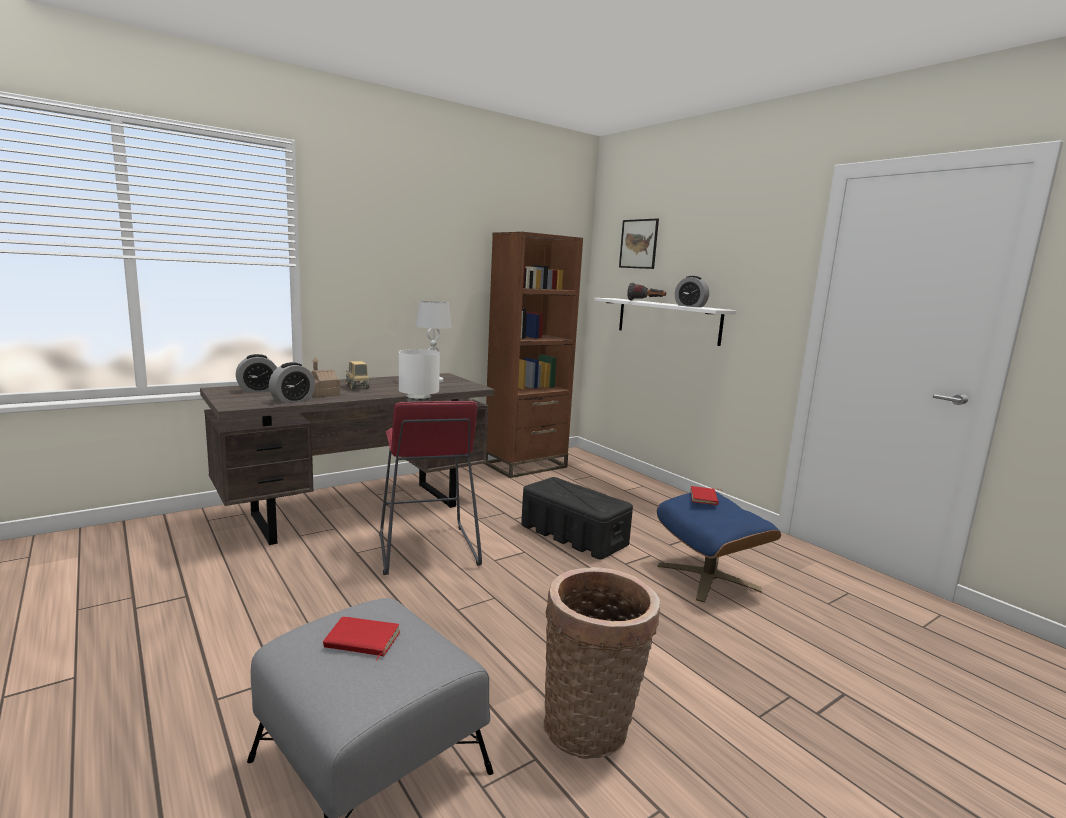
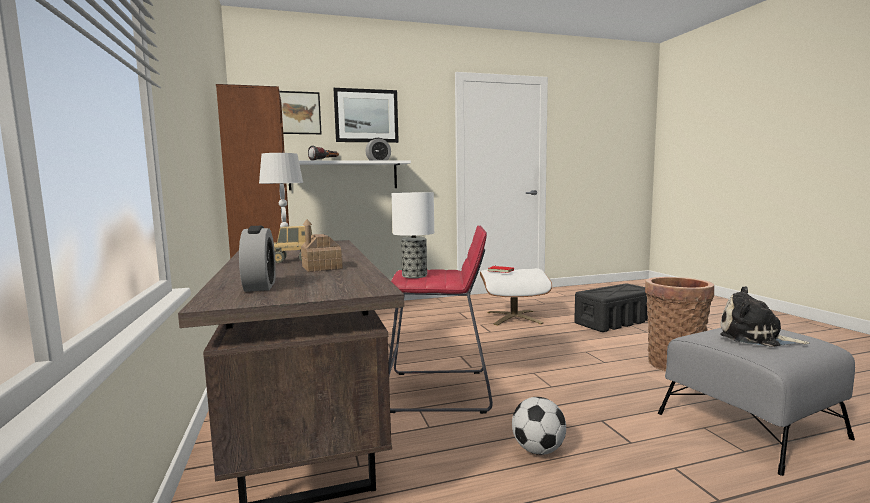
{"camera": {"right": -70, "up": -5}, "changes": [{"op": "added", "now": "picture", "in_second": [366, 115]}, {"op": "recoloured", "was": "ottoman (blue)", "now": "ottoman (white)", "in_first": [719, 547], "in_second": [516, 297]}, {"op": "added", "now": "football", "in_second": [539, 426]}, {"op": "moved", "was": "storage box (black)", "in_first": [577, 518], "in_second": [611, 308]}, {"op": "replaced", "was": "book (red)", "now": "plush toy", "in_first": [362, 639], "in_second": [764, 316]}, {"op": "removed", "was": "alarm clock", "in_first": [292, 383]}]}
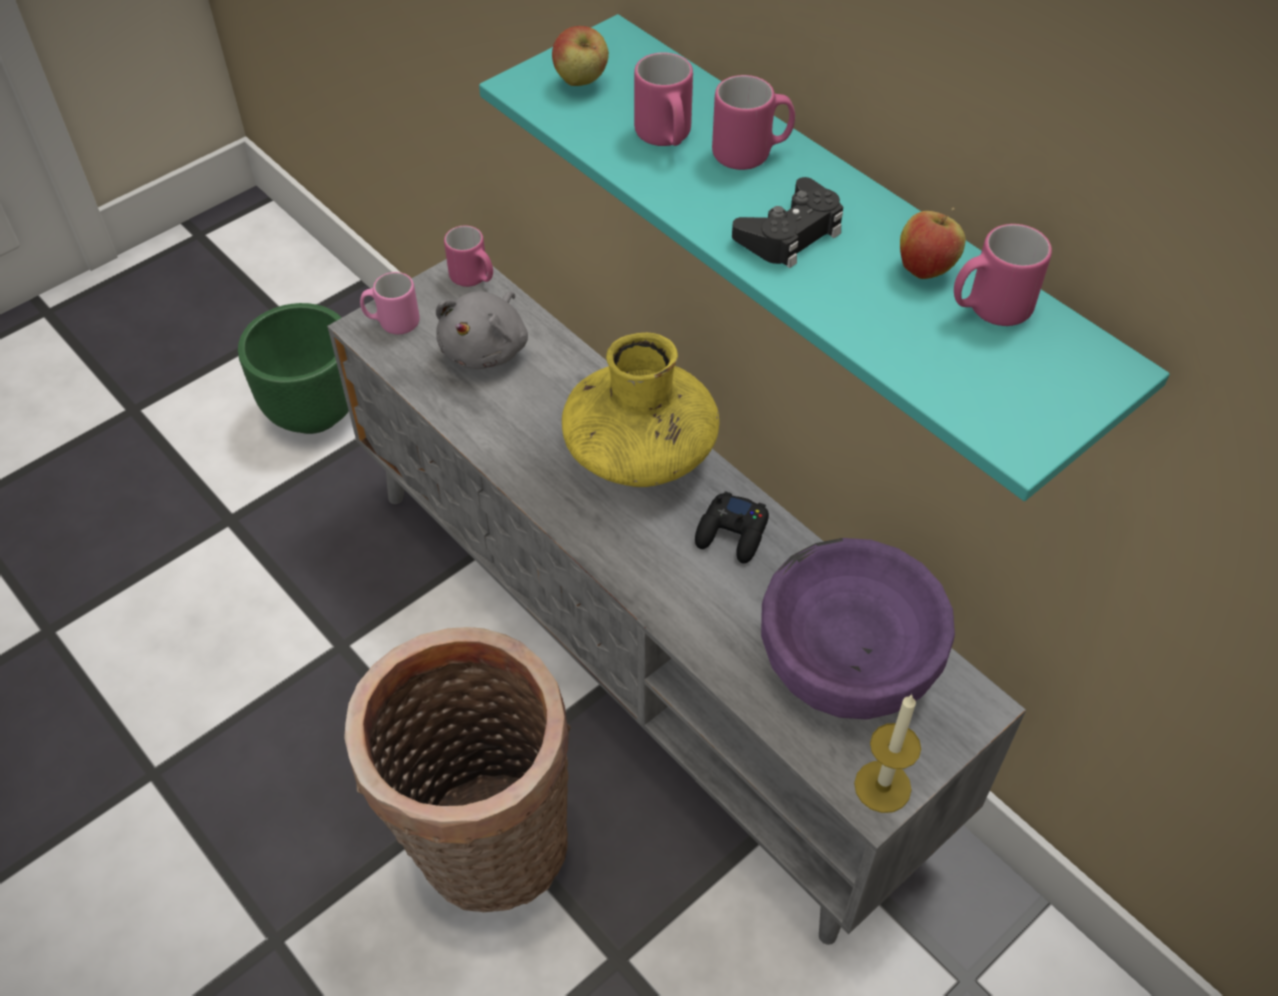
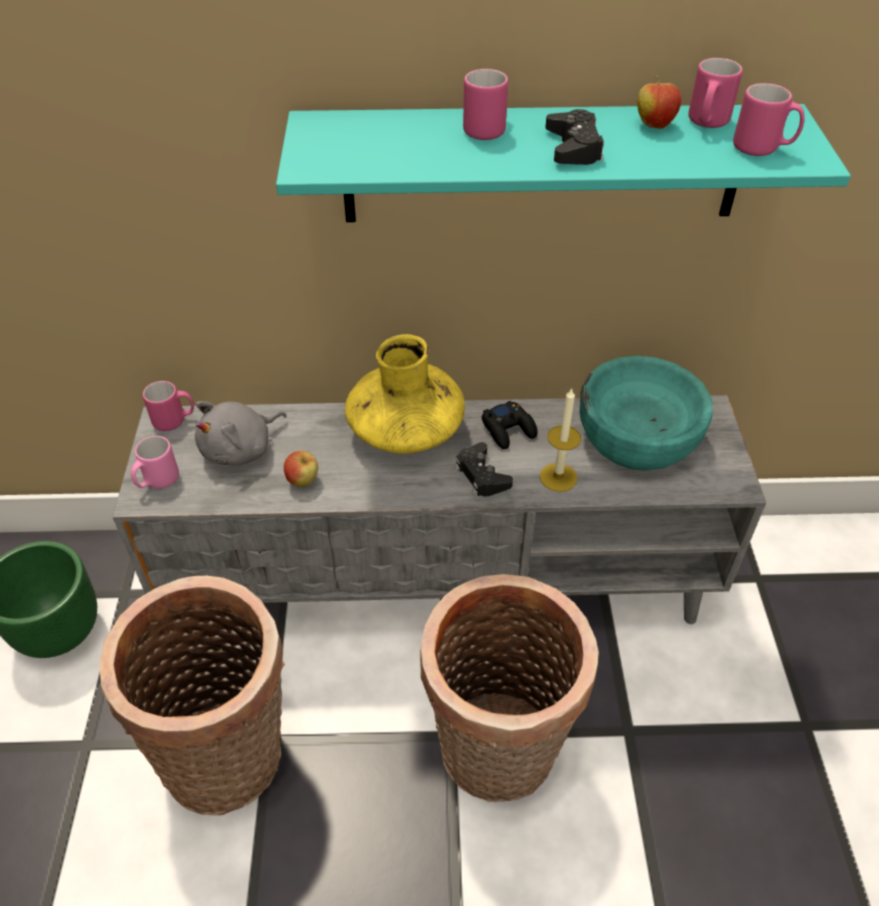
{"camera": {"right": -50, "up": -5}, "changes": [{"op": "added", "now": "basket", "in_second": [192, 695]}, {"op": "turned", "was": "plush toy (grey)", "in_first": [482, 330], "in_second": [241, 433], "clockwise": 75}, {"op": "moved", "was": "apple", "in_first": [580, 56], "in_second": [301, 468]}, {"op": "added", "now": "game controller (black)", "in_second": [484, 469]}, {"op": "moved", "was": "candle", "in_first": [887, 753], "in_second": [560, 439]}, {"op": "recoloured", "was": "bowl (purple)", "now": "bowl (turquoise)", "in_first": [858, 629], "in_second": [646, 413]}, {"op": "moved", "was": "mug (pink)", "in_first": [663, 99], "in_second": [769, 119]}]}
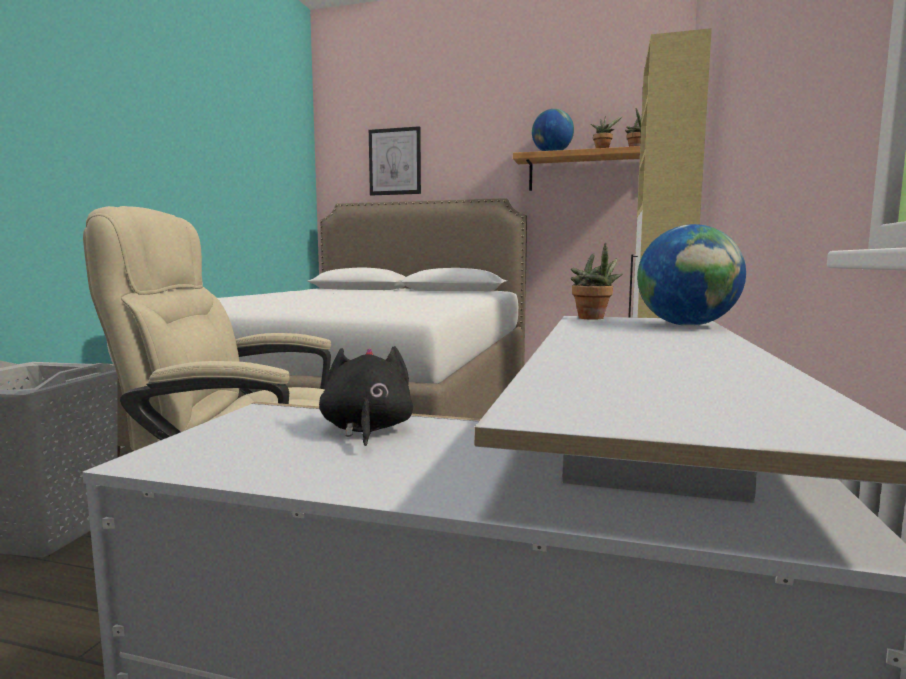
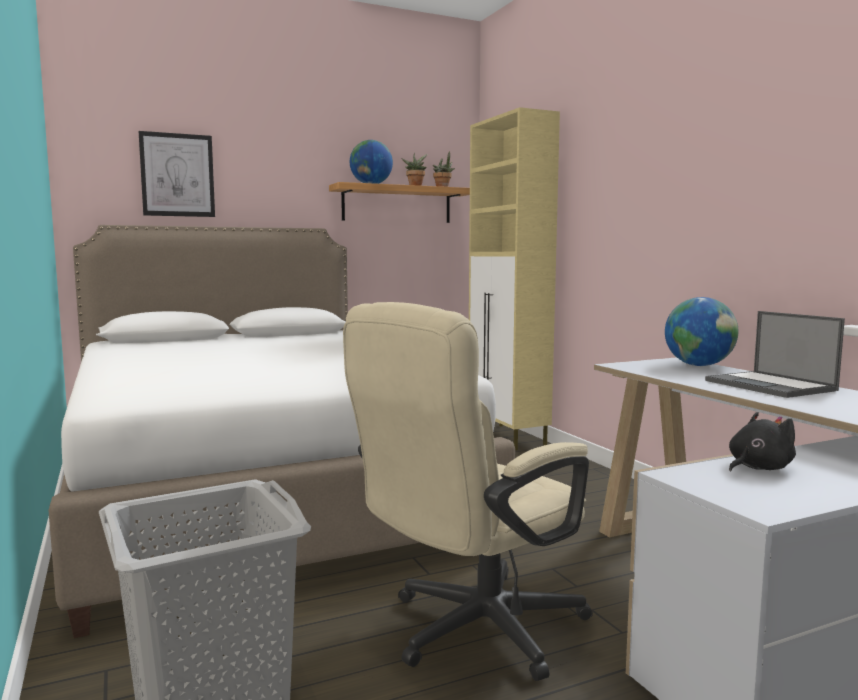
{"camera": {"right": -40, "up": 0}, "changes": [{"op": "added", "now": "laptop", "in_second": [775, 354]}, {"op": "turned", "was": "plush toy (black)", "in_first": [366, 396], "in_second": [762, 442], "clockwise": 105}, {"op": "removed", "was": "potted plant", "in_first": [596, 281]}]}
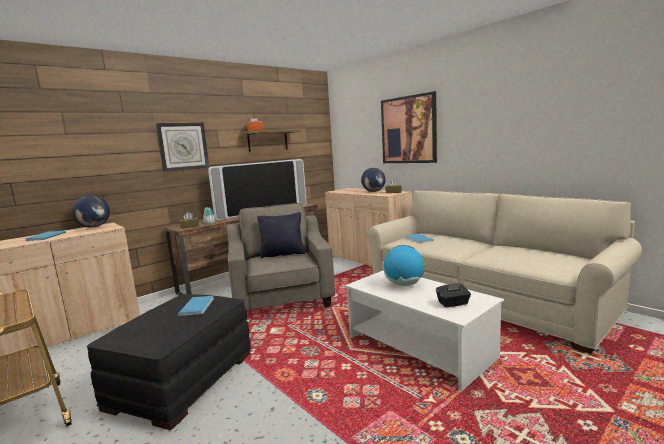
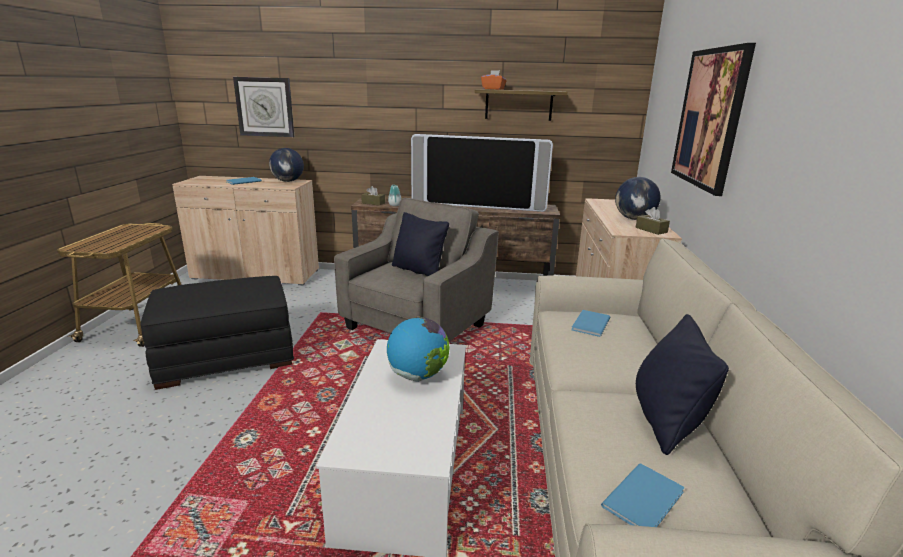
{"camera": {"right": 45, "up": 10}, "changes": [{"op": "moved", "was": "wall clock", "in_first": [182, 147], "in_second": [264, 107]}, {"op": "moved", "was": "book (blue)", "in_first": [196, 306], "in_second": [642, 495]}, {"op": "added", "now": "pillow (black)", "in_second": [682, 384]}, {"op": "removed", "was": "tissue box (black)", "in_first": [453, 295]}]}
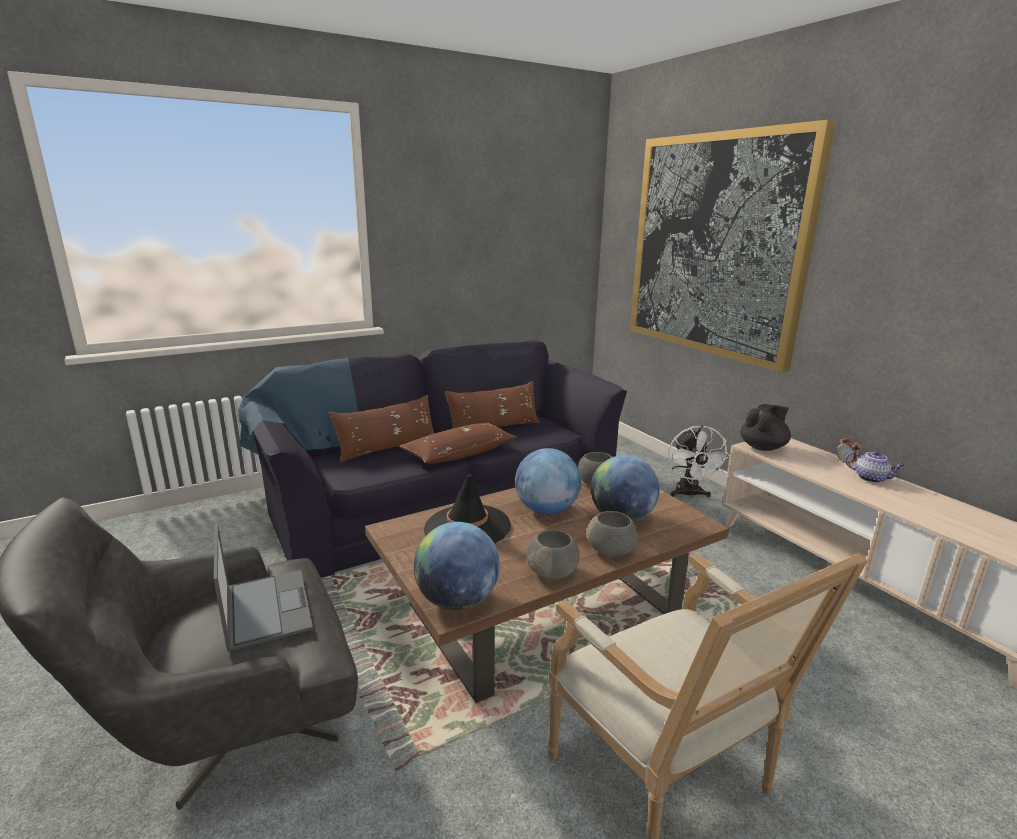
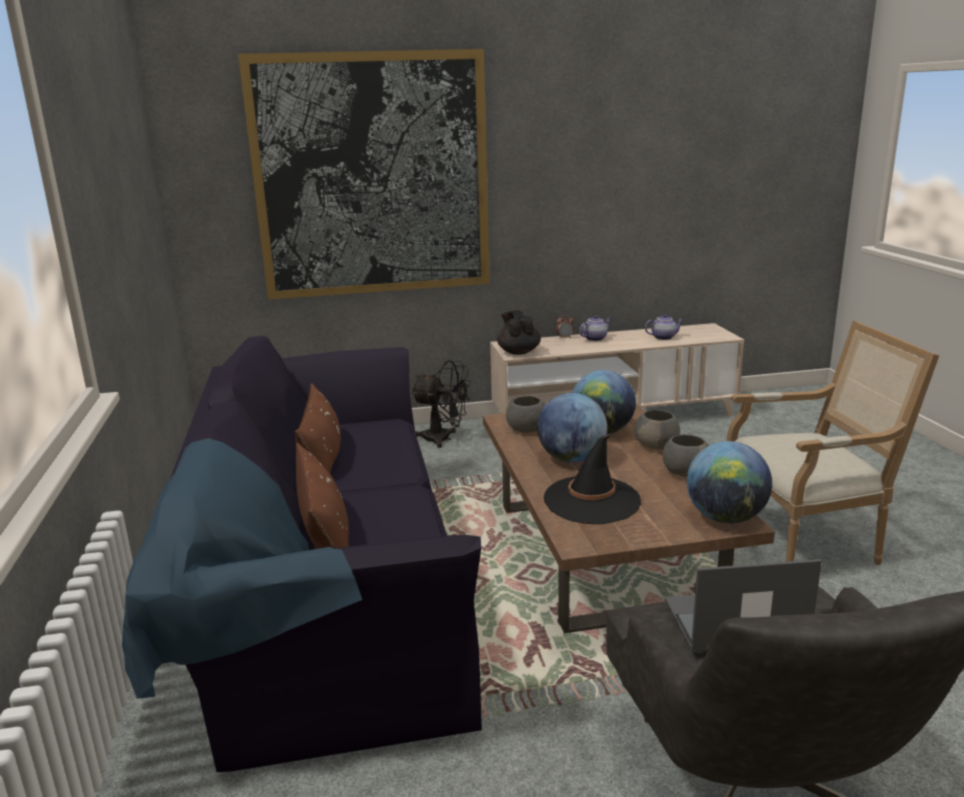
{"camera": {"right": -70, "up": 0}, "changes": [{"op": "recoloured", "was": "fan (white)", "now": "fan (black)", "in_first": [699, 461], "in_second": [441, 404]}, {"op": "added", "now": "teapot", "in_second": [664, 327]}, {"op": "removed", "was": "pillow (brown)", "in_first": [458, 443]}]}
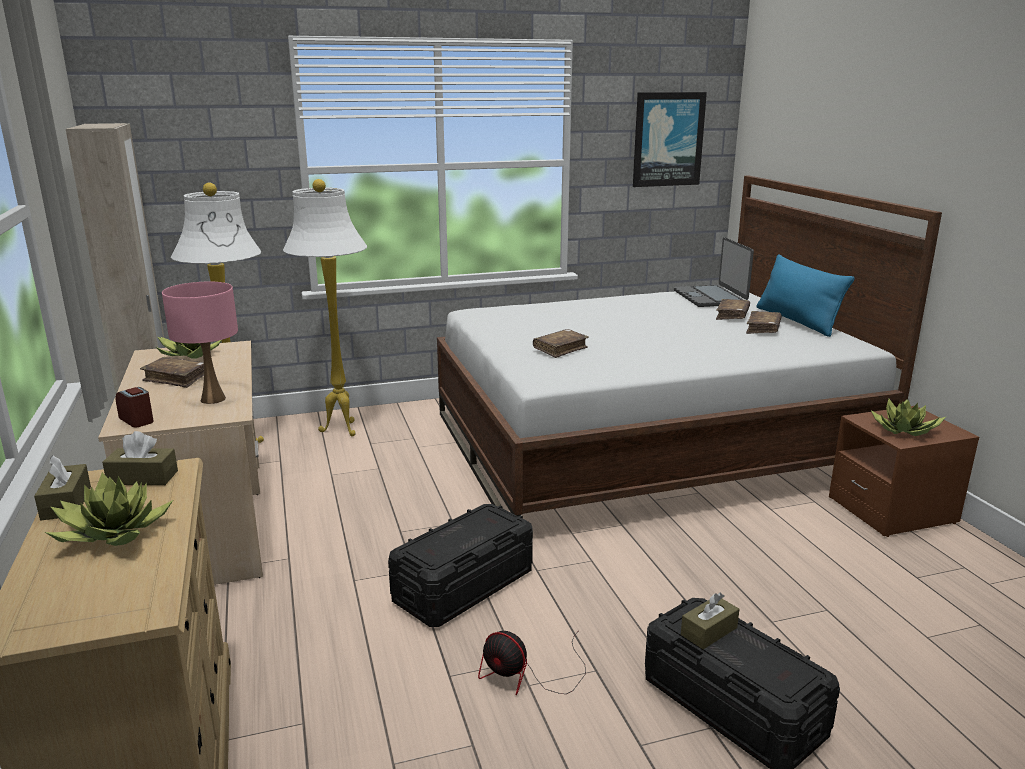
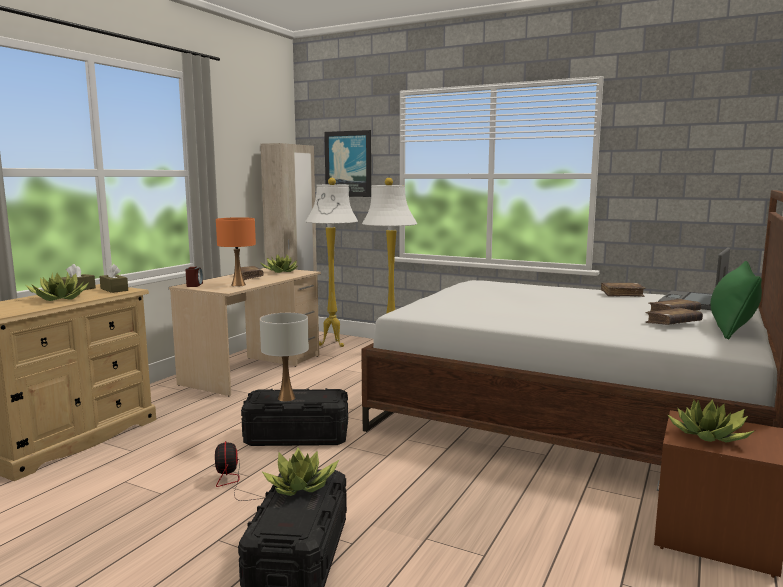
{"camera": {"right": 45, "up": -10}, "changes": [{"op": "recoloured", "was": "table lamp (pink)", "now": "table lamp (orange)", "in_first": [200, 343], "in_second": [236, 252]}, {"op": "added", "now": "table lamp (white)", "in_second": [284, 357]}, {"op": "replaced", "was": "tissue box (brown)", "now": "potted plant", "in_first": [710, 621], "in_second": [300, 472]}, {"op": "moved", "was": "picture", "in_first": [670, 139], "in_second": [347, 163]}, {"op": "moved", "was": "book (brown)", "in_first": [561, 343], "in_second": [623, 290]}, {"op": "recoloured", "was": "pillow (blue)", "now": "pillow (green)", "in_first": [805, 295], "in_second": [736, 300]}]}
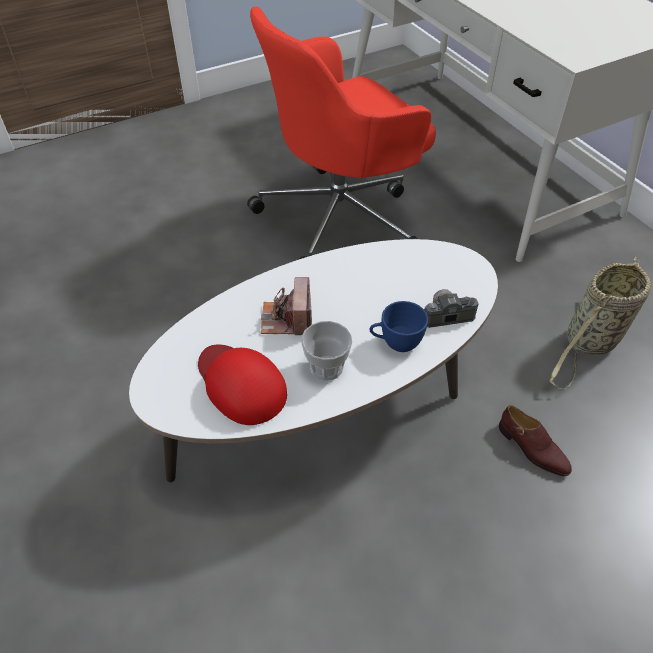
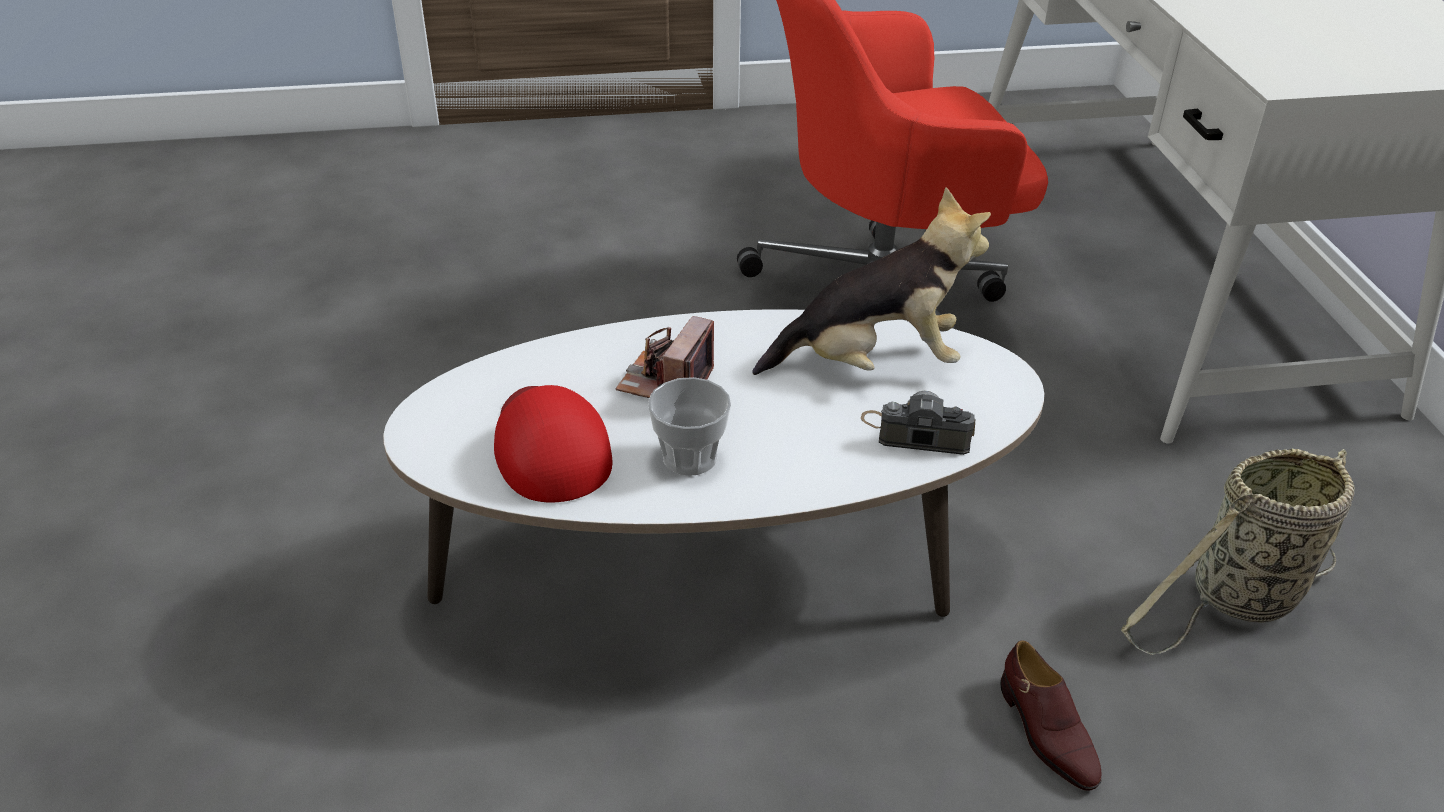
{"camera": {"right": 20, "up": -10}, "changes": [{"op": "added", "now": "plush toy", "in_second": [871, 281]}, {"op": "removed", "was": "cup (blue)", "in_first": [398, 326]}]}
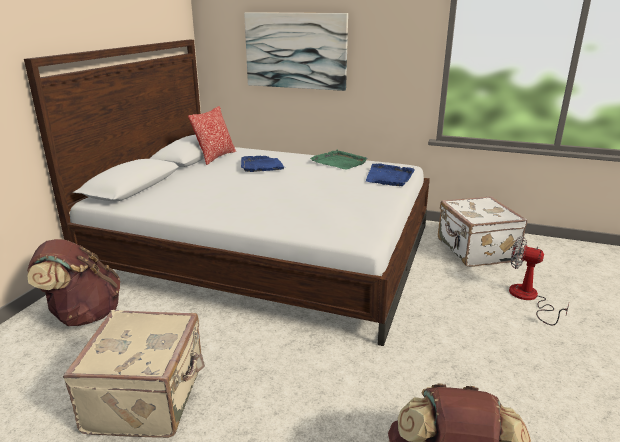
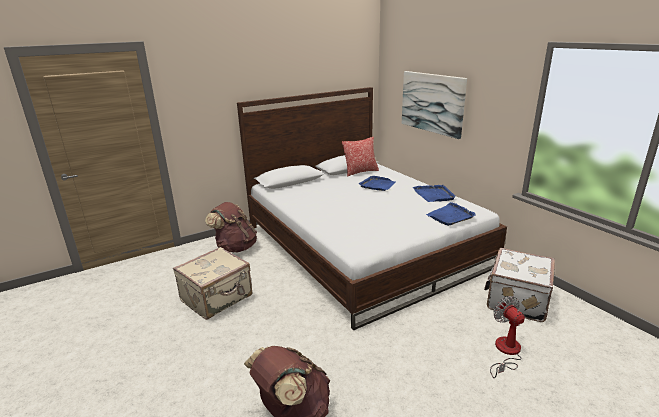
{"camera": {"right": 40, "up": 0}, "changes": [{"op": "recoloured", "was": "tray (green)", "now": "tray (blue)", "in_first": [338, 160], "in_second": [434, 193]}]}
